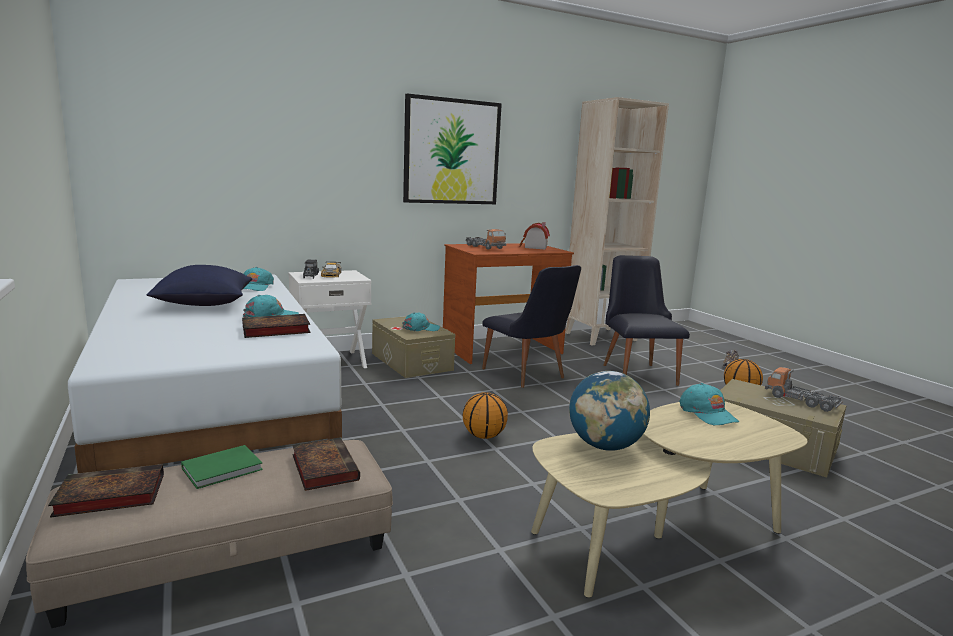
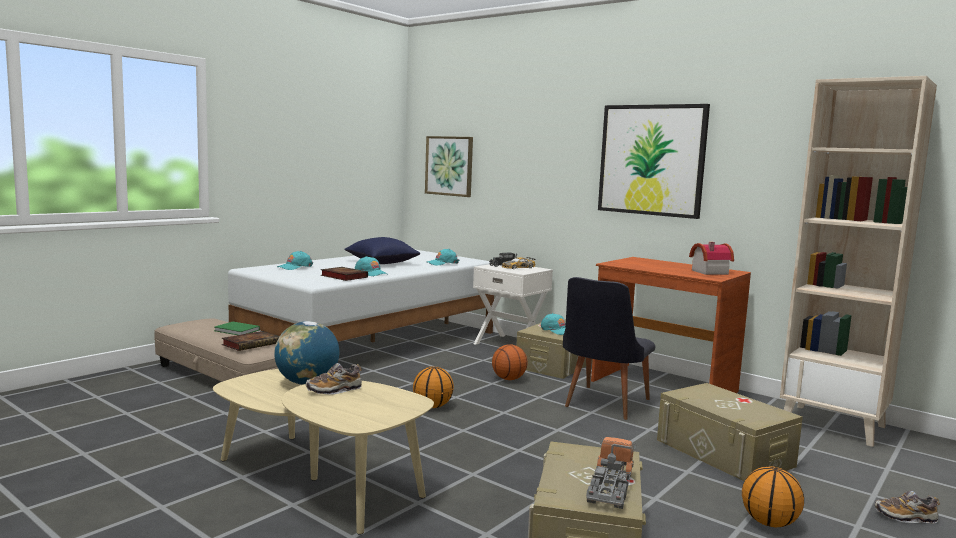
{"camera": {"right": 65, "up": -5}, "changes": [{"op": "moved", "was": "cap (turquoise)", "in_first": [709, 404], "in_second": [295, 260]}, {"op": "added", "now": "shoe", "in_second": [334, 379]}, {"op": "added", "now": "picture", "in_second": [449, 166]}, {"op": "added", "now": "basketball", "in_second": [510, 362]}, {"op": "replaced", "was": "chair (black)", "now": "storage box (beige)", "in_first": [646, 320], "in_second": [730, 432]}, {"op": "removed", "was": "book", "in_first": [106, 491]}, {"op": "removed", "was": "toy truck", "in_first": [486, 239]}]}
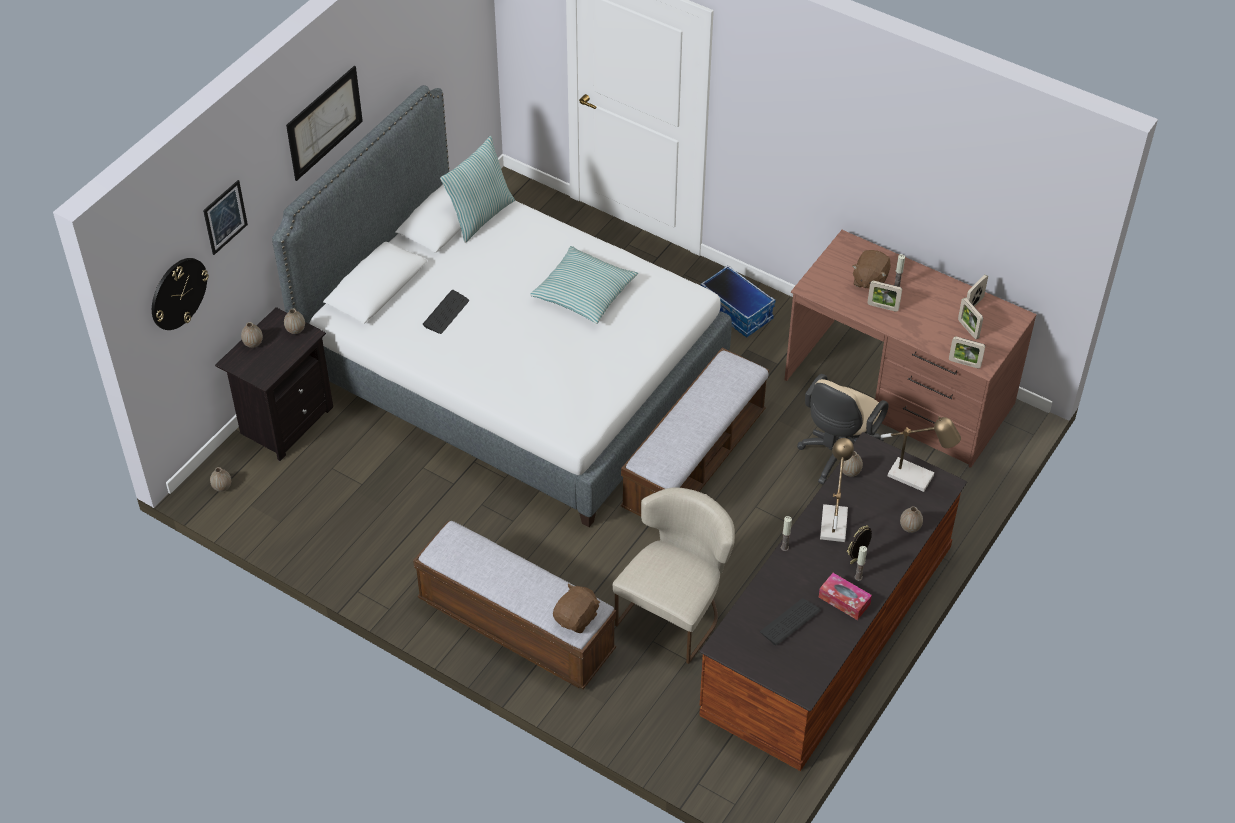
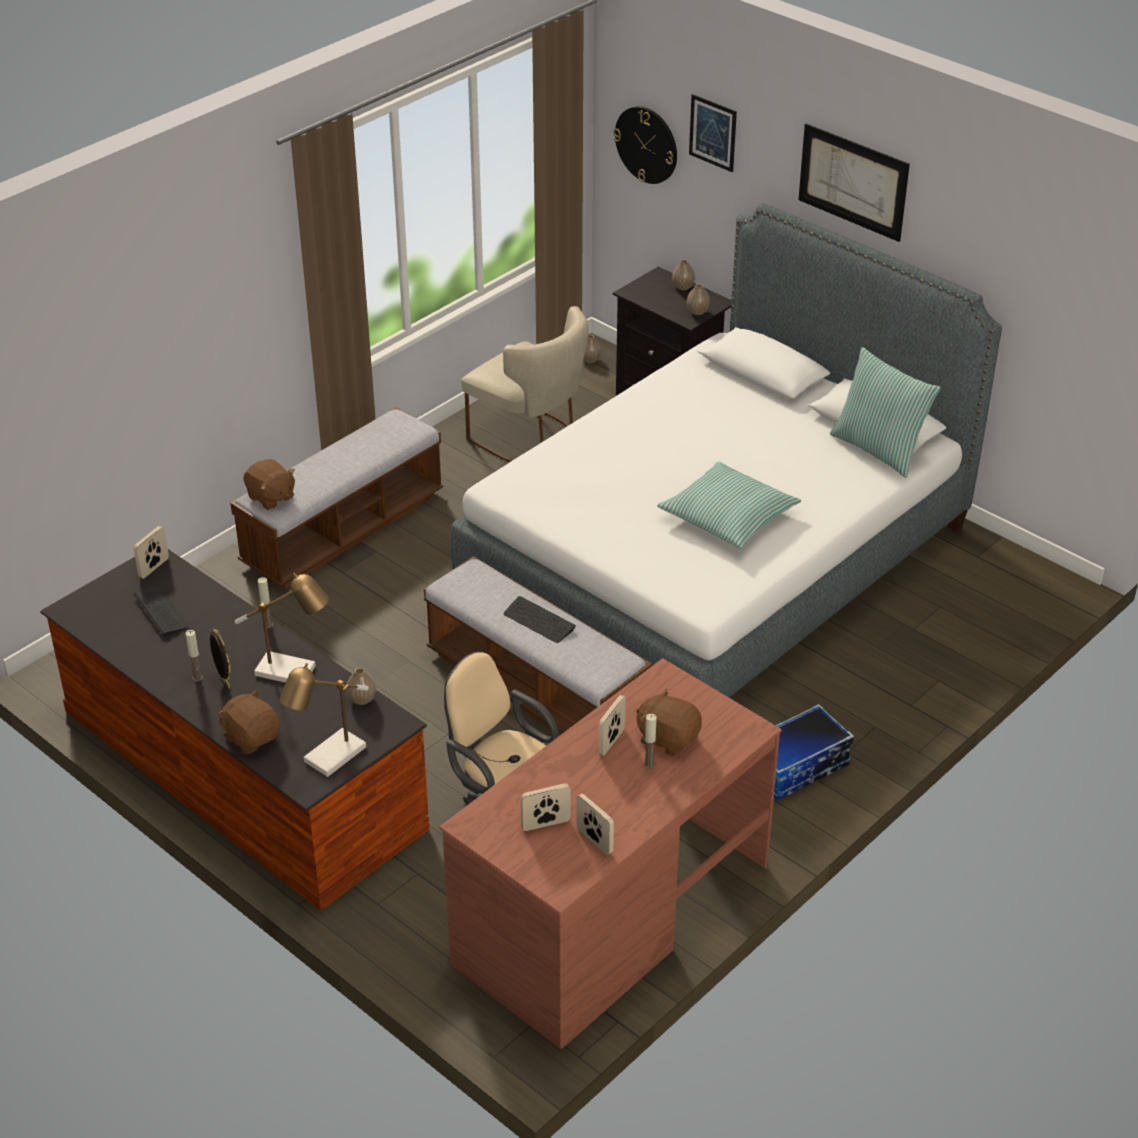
{"camera": {"right": 100, "up": -10}, "changes": [{"op": "moved", "was": "picture frame", "in_first": [967, 352], "in_second": [151, 552]}, {"op": "replaced", "was": "vase", "now": "plush toy (brown)", "in_first": [911, 519], "in_second": [248, 722]}, {"op": "moved", "was": "chair (beige)", "in_first": [674, 575], "in_second": [525, 384]}, {"op": "moved", "was": "keyboard", "in_first": [445, 312], "in_second": [539, 619]}, {"op": "removed", "was": "tissue box", "in_first": [845, 596]}]}
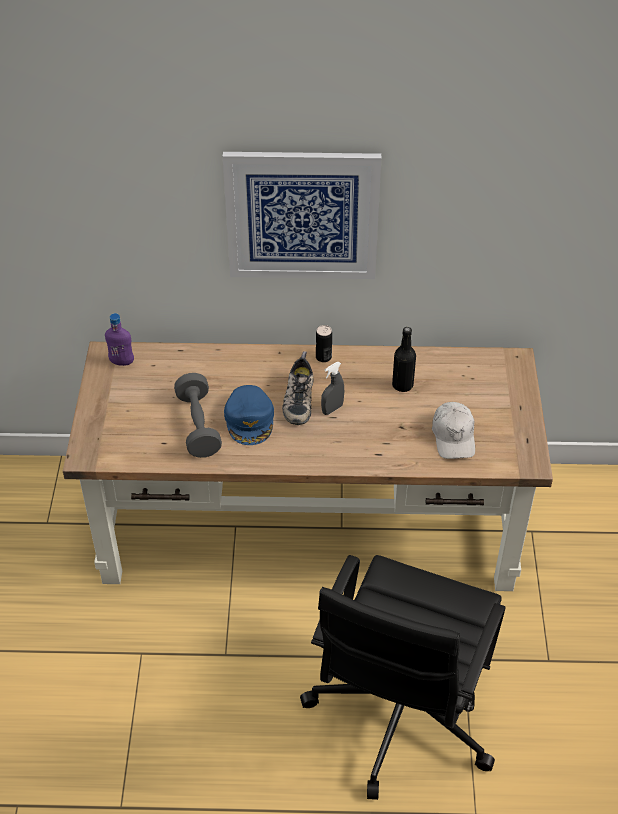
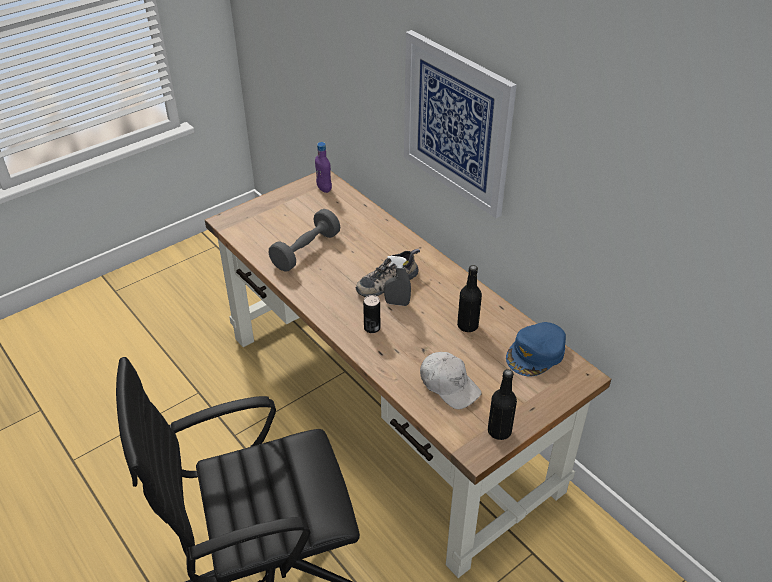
{"camera": {"right": 50, "up": -5}, "changes": [{"op": "moved", "was": "can", "in_first": [324, 343], "in_second": [371, 314]}, {"op": "turned", "was": "cap (white)", "in_first": [453, 430], "in_second": [451, 380], "clockwise": -90}, {"op": "added", "now": "bottle (black)", "in_second": [502, 404]}, {"op": "moved", "was": "cap (blue)", "in_first": [249, 415], "in_second": [536, 349]}]}
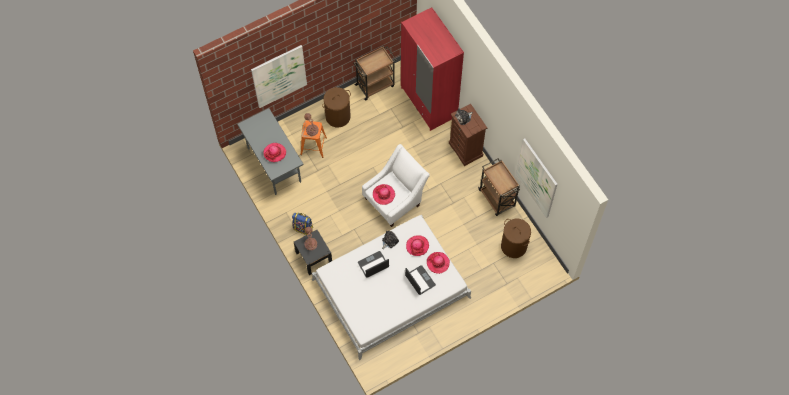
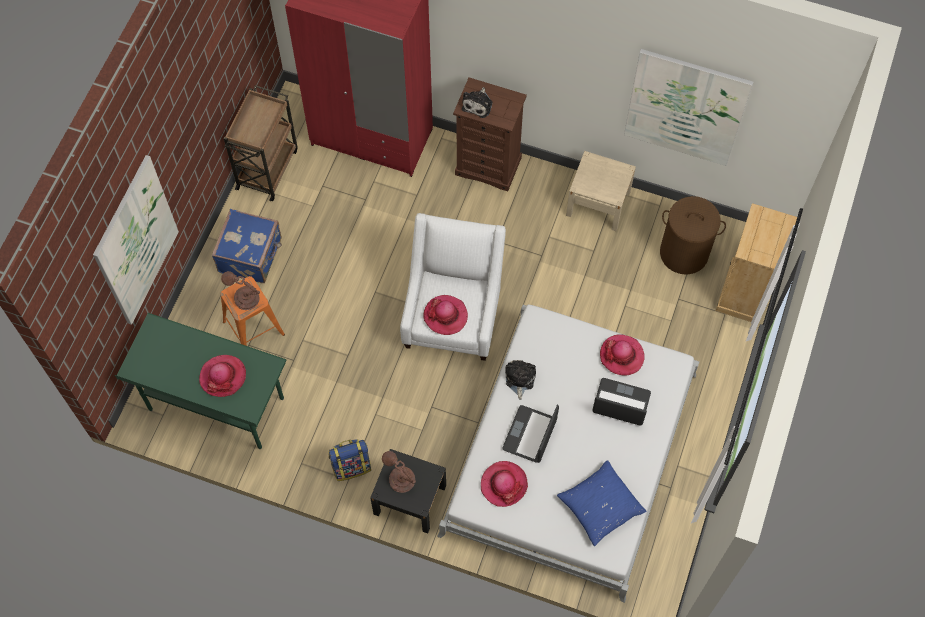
{"camera": {"right": -40, "up": 0}, "changes": [{"op": "recoloured", "was": "desk (grey)", "now": "desk (green)", "in_first": [270, 151], "in_second": [200, 381]}, {"op": "replaced", "was": "laundry basket (brown)", "now": "suitcase (blue)", "in_first": [336, 107], "in_second": [247, 246]}, {"op": "moved", "was": "hat", "in_first": [417, 245], "in_second": [504, 484]}, {"op": "added", "now": "pillow (blue)", "in_second": [601, 503]}, {"op": "replaced", "was": "cart (brown)", "now": "nightstand (beige)", "in_first": [499, 187], "in_second": [601, 191]}, {"op": "added", "now": "dresser (beige)", "in_second": [756, 262]}]}
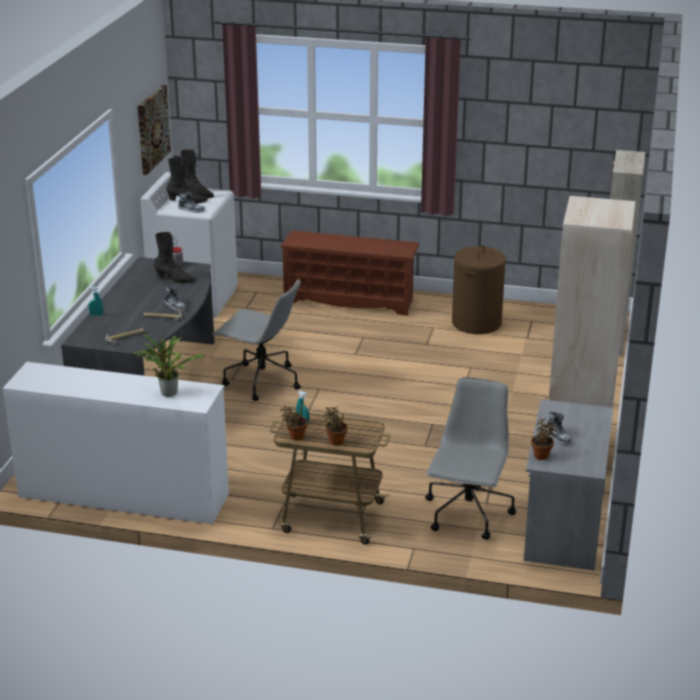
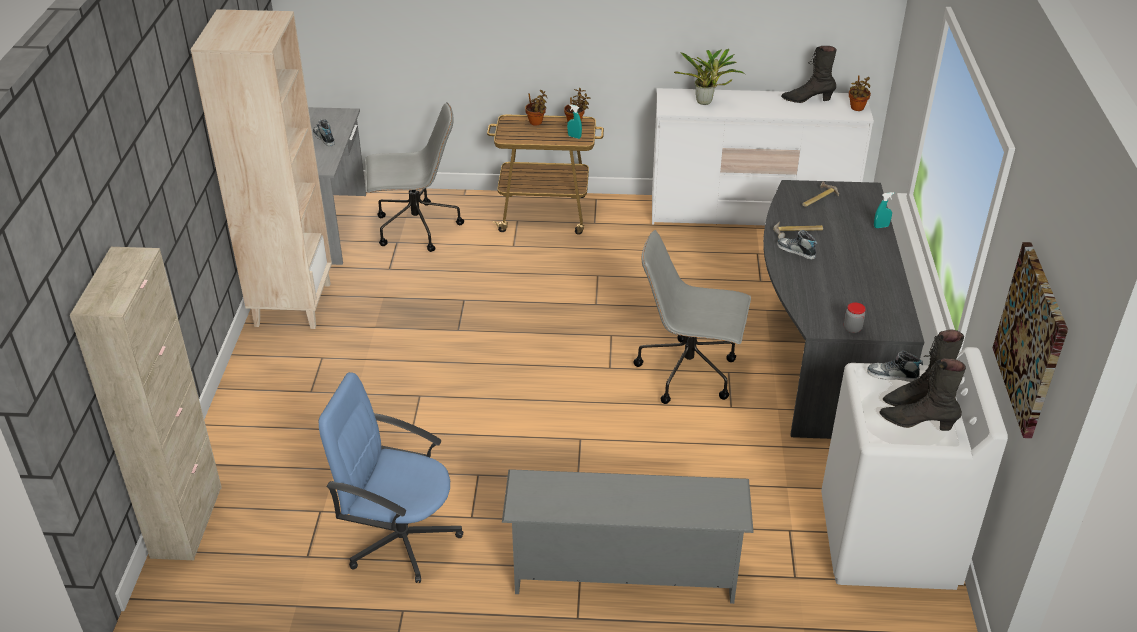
{"camera": {"right": 170, "up": 10}, "changes": [{"op": "replaced", "was": "laundry basket (brown)", "now": "office chair (blue)", "in_first": [479, 289], "in_second": [391, 477]}, {"op": "turned", "was": "office chair (grey)", "in_first": [470, 458], "in_second": [414, 177], "clockwise": -105}, {"op": "recoloured", "was": "shoe rack (brown)", "now": "shoe rack (grey)", "in_first": [350, 273], "in_second": [628, 536]}, {"op": "moved", "was": "boot (black)", "in_first": [175, 258], "in_second": [809, 74]}, {"op": "moved", "was": "potted plant", "in_first": [543, 439], "in_second": [860, 93]}]}
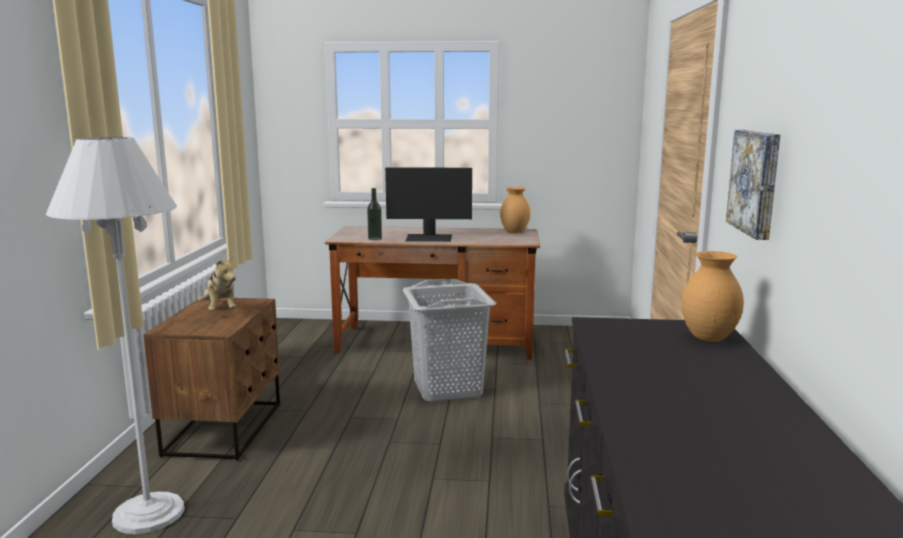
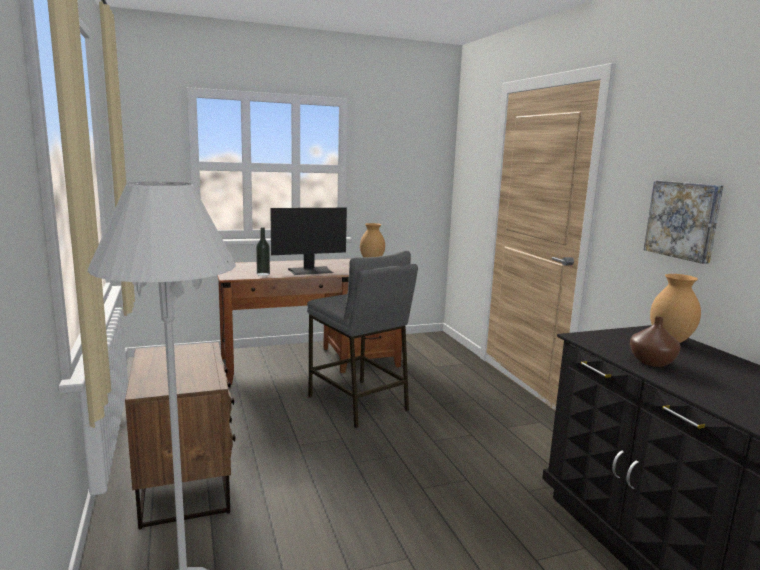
{"camera": {"right": -25, "up": 0}, "changes": [{"op": "replaced", "was": "laundry basket (grey)", "now": "stool (grey)", "in_first": [449, 340], "in_second": [362, 339]}, {"op": "added", "now": "vase (brown)", "in_second": [655, 341]}, {"op": "removed", "was": "plush toy", "in_first": [217, 282]}]}
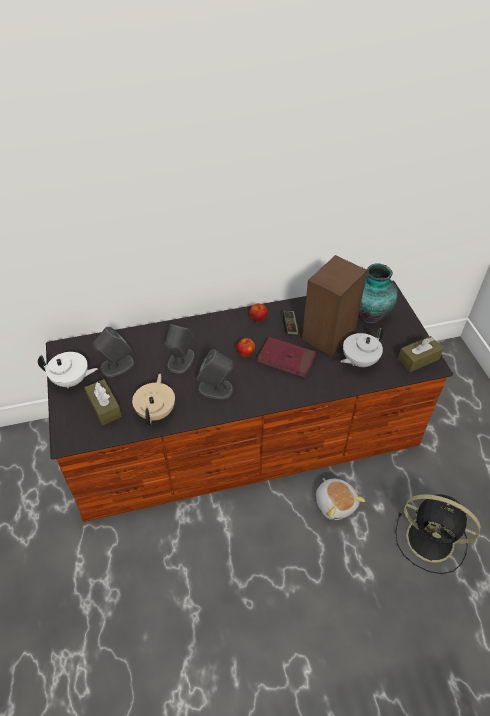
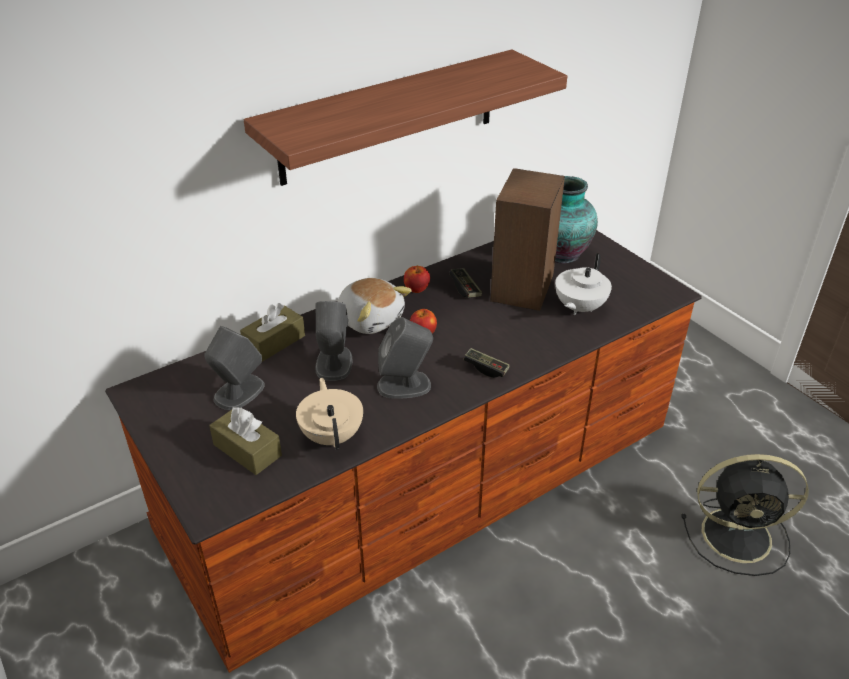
{"camera": {"right": -20, "up": -10}, "changes": [{"op": "moved", "was": "tissue box (brown)", "in_first": [420, 354], "in_second": [272, 332]}, {"op": "added", "now": "shelf", "in_second": [405, 117]}, {"op": "moved", "was": "plush toy", "in_first": [340, 499], "in_second": [374, 306]}, {"op": "added", "now": "game controller", "in_second": [486, 363]}, {"op": "removed", "was": "teapot (white)", "in_first": [68, 370]}, {"op": "removed", "was": "book (red)", "in_first": [286, 357]}]}
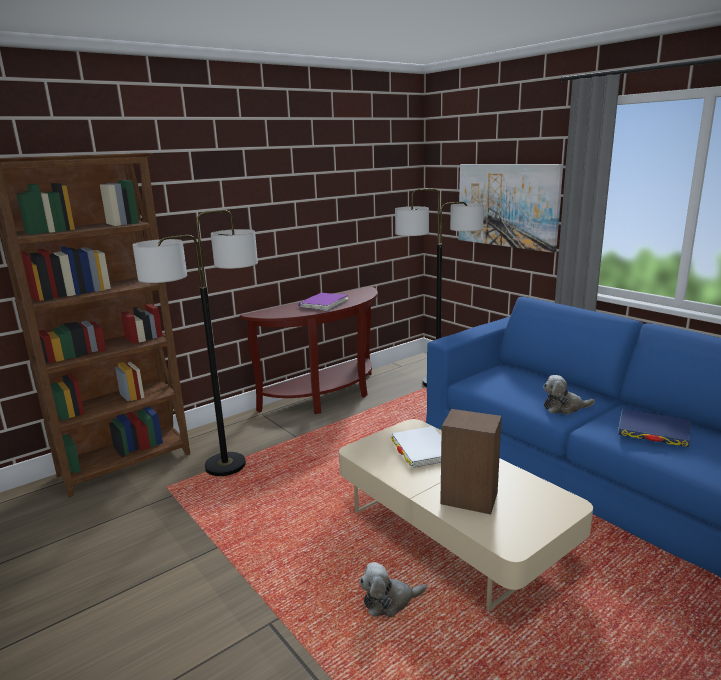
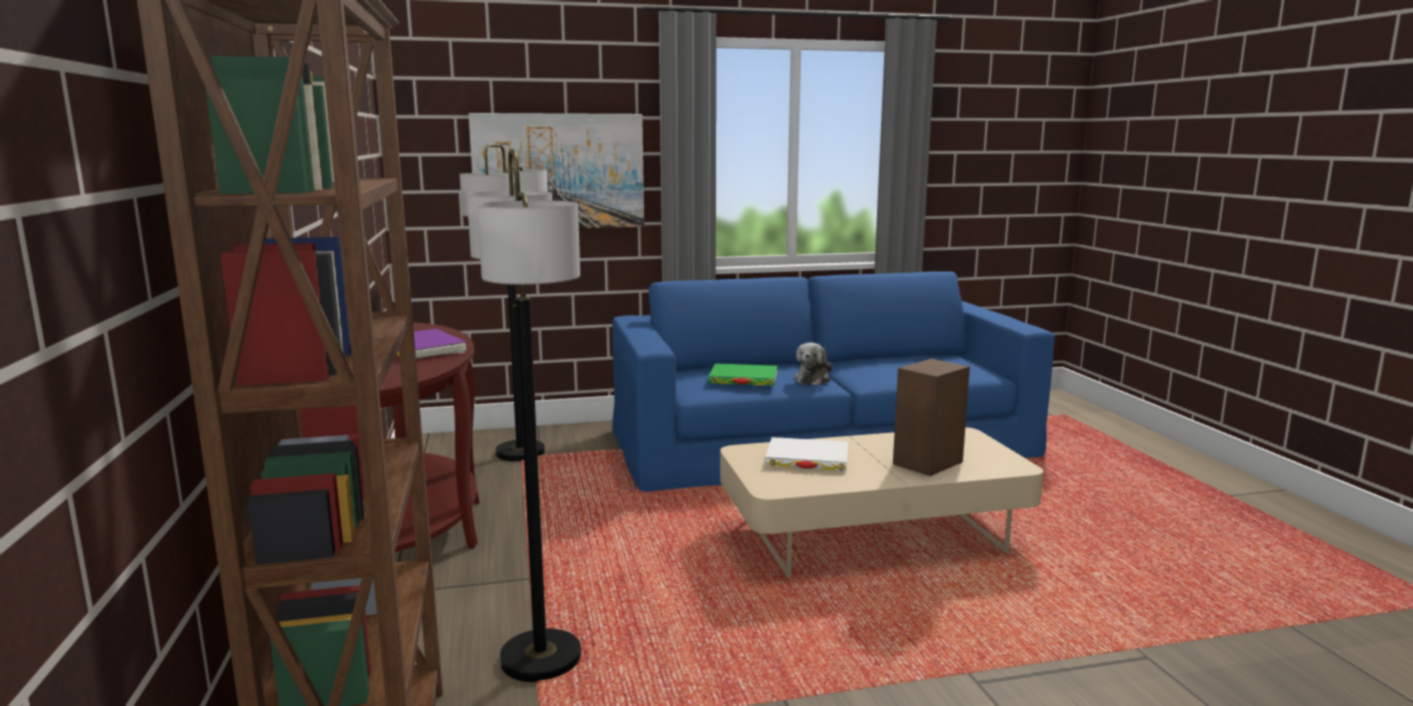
{"camera": {"right": -65, "up": -5}, "changes": [{"op": "added", "now": "book (green)", "in_second": [743, 374]}, {"op": "removed", "was": "plush toy", "in_first": [393, 589]}, {"op": "removed", "was": "book (blue)", "in_first": [654, 428]}]}
